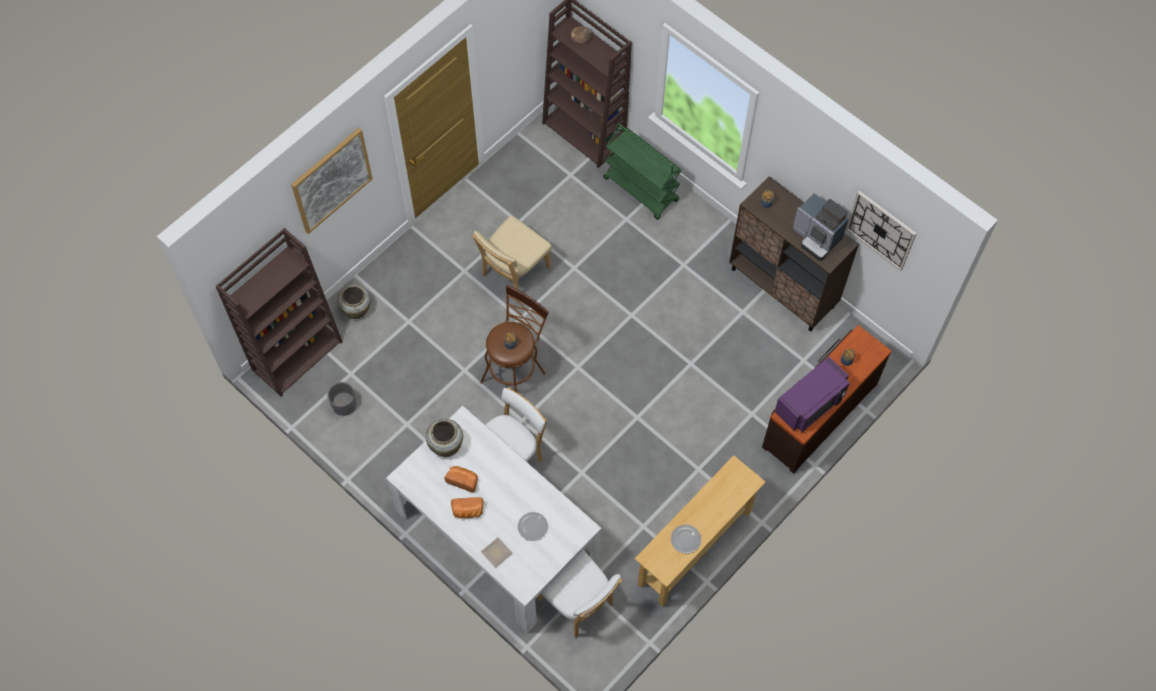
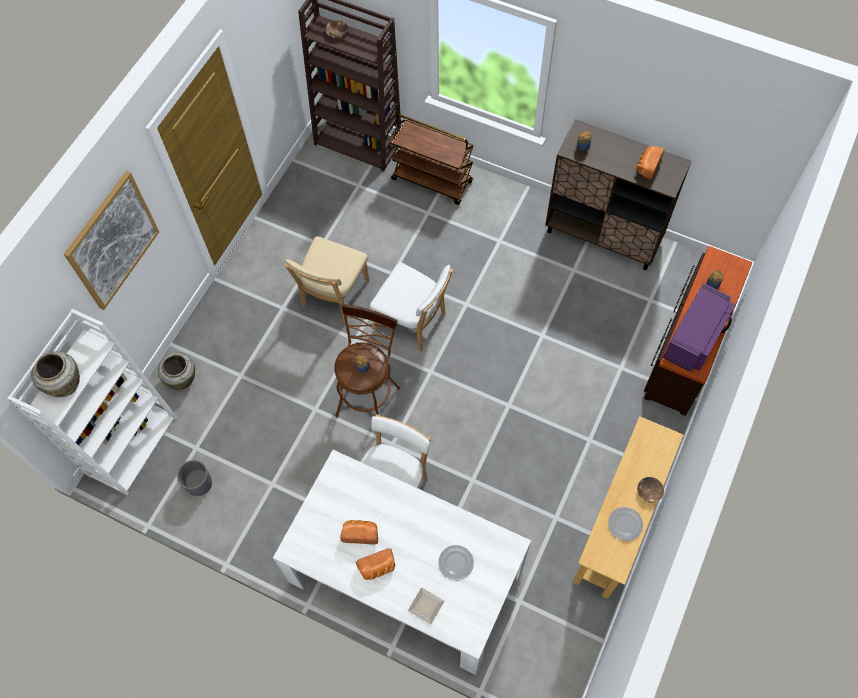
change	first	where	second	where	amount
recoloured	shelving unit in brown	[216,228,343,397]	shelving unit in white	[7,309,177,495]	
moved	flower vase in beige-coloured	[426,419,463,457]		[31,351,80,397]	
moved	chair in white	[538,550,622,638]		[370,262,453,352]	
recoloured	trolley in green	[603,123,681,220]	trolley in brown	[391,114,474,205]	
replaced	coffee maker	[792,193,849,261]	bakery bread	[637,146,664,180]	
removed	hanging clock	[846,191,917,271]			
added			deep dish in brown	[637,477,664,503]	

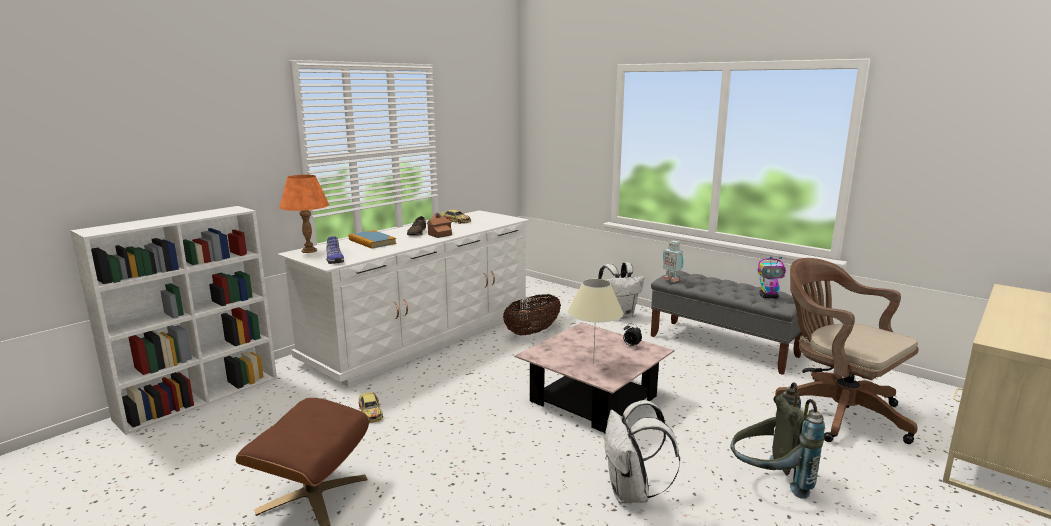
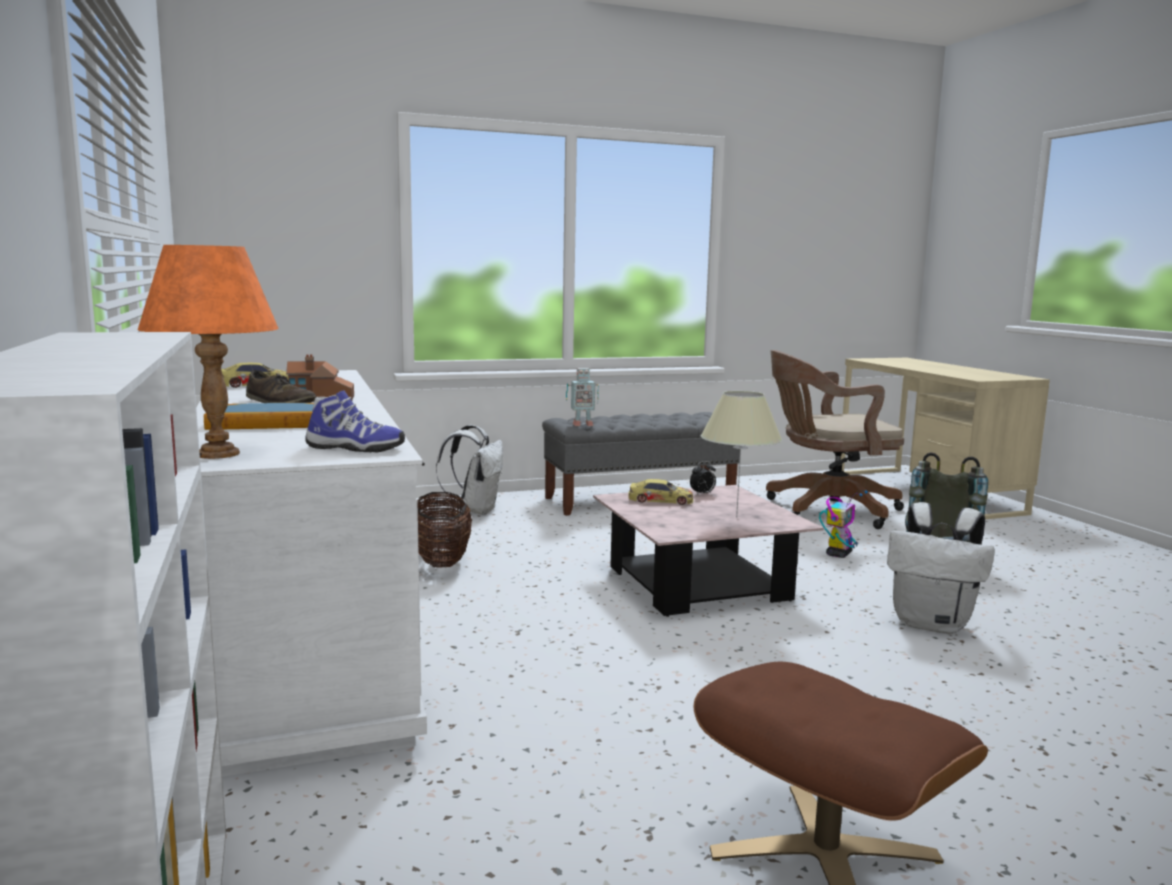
change	first	where	second	where	amount
moved	toy car	[359,392,383,423]		[628,479,694,505]	
moved	toy robot	[758,256,786,298]		[819,490,868,558]	

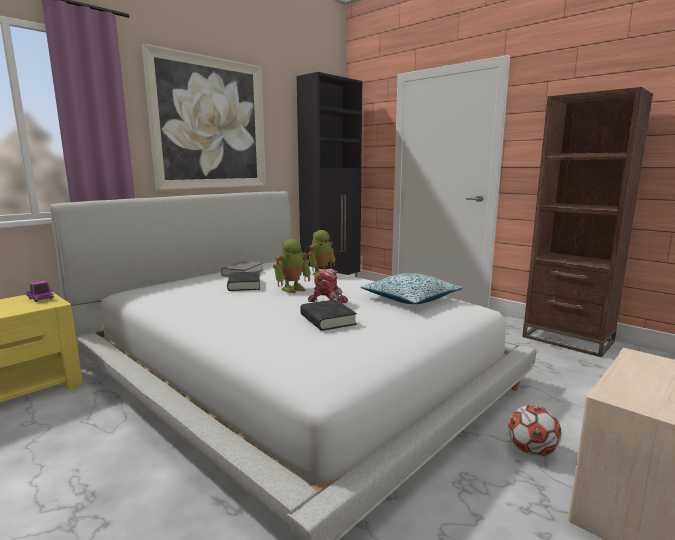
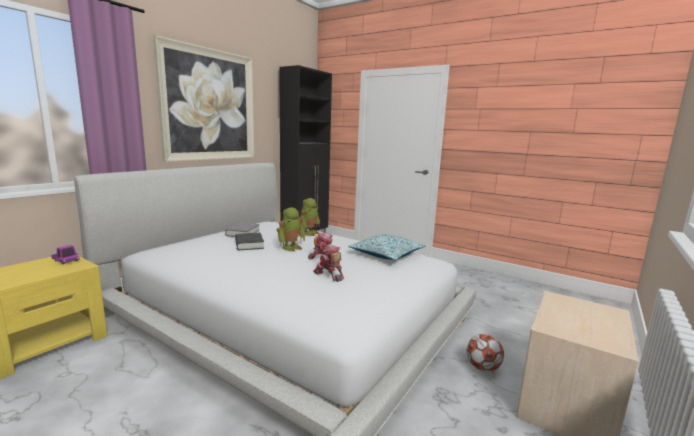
change	first	where	second	where	amount
replaced	book in blackish	[300,299,357,331]	toy robot	[313,244,344,282]	
removed	shelving unit in brown	[522,87,653,357]			

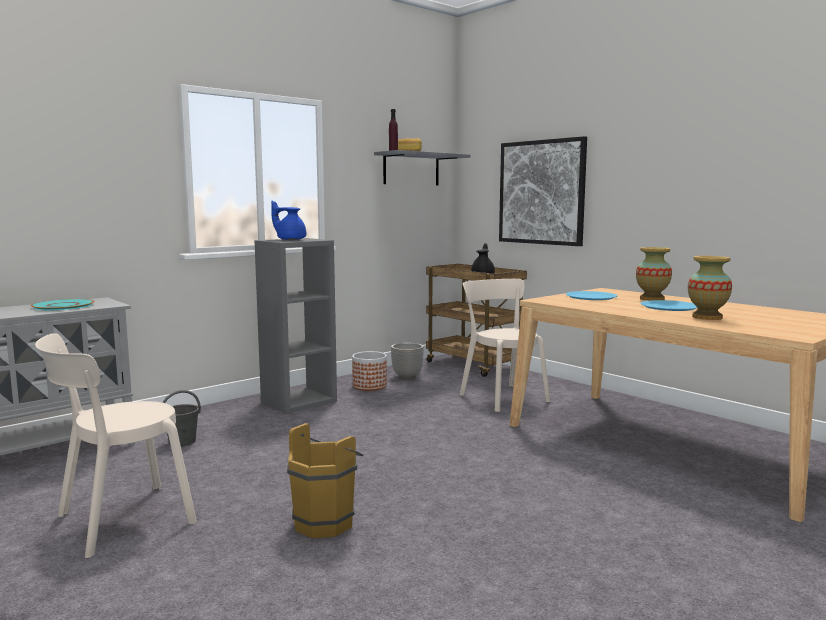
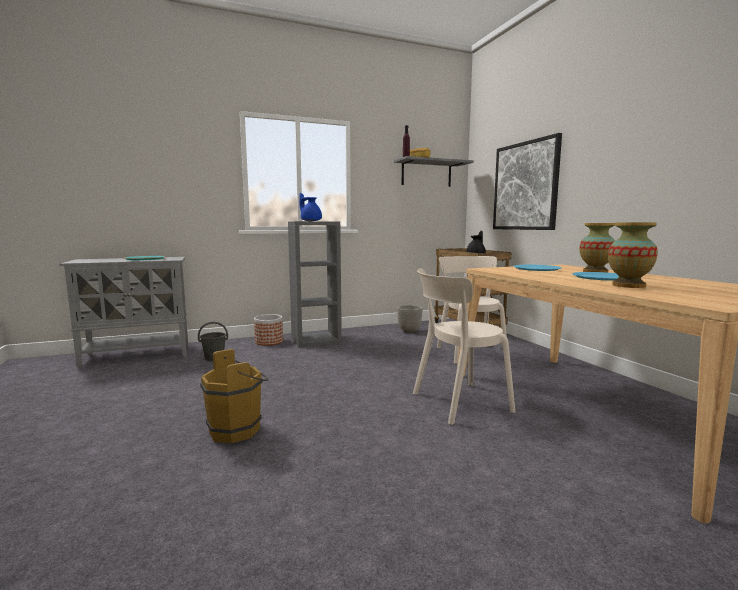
change	first	where	second	where	amount
moved	chair in beige-coloured	[35,333,197,558]		[413,269,516,425]	
moved	flower pot	[352,351,387,391]		[254,314,283,346]	

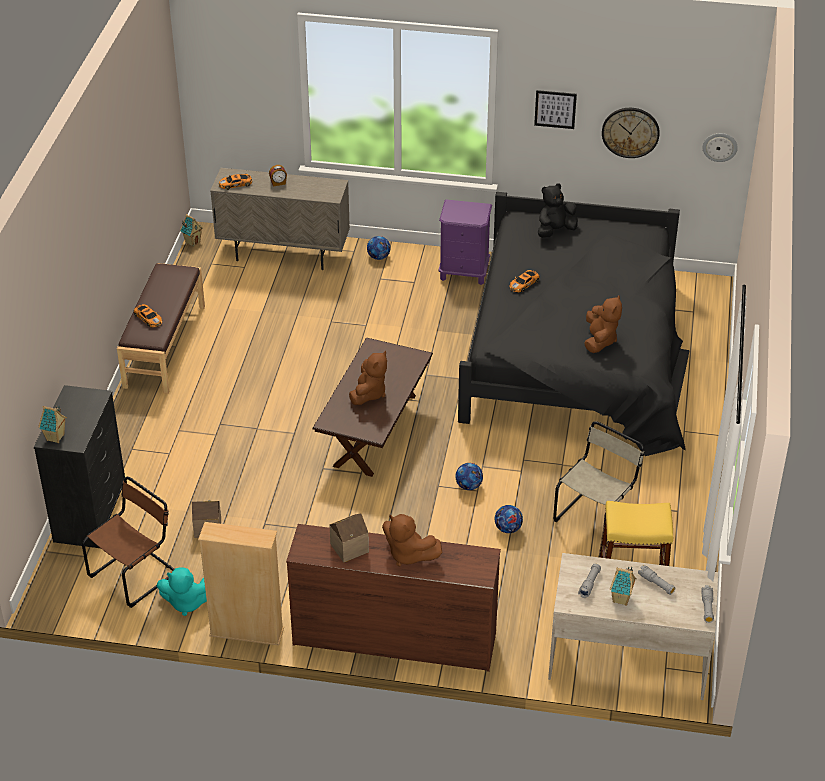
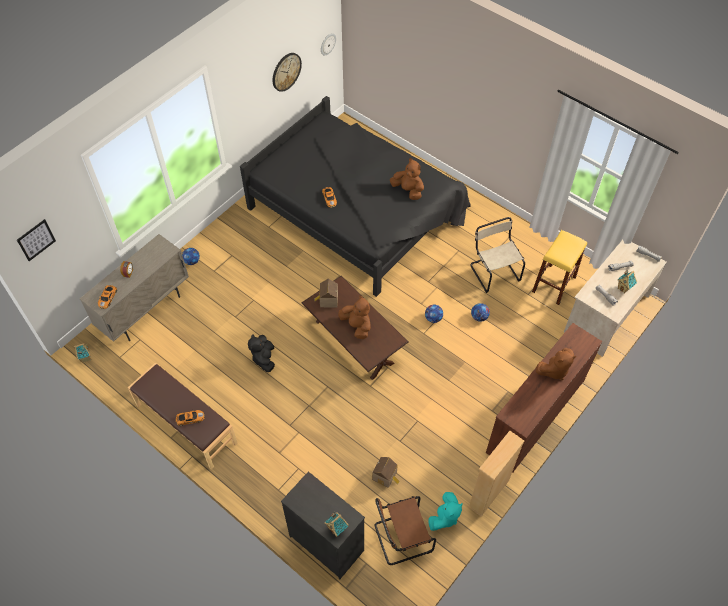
change	first	where	second	where	amount
turned	chair in brown	[82,477,174,608]		[375,496,436,565]	90 degrees counterclockwise
moved	miniature house	[329,513,369,563]		[315,278,338,308]	
removed	nightstand in purple	[438,200,492,285]			
moved	wall picture	[534,90,577,129]		[17,219,56,261]	
moved	soft toy in blackish	[538,183,578,238]		[248,334,275,372]	

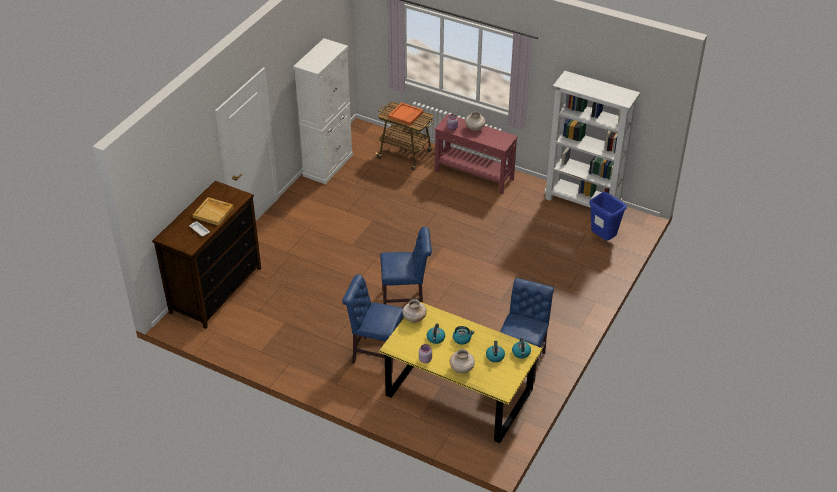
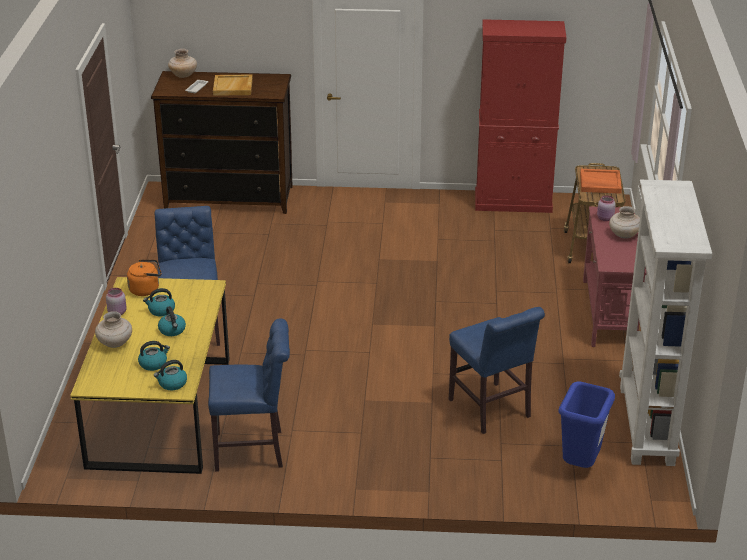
change	first	where	second	where	amount
recoloured	cabinet in white	[293,39,353,184]	cabinet in reddish	[475,19,566,213]	
moved	chair in bluish	[380,227,432,304]		[449,307,545,434]	
moved	flower vase in beige-coloured	[403,299,427,323]		[168,49,197,78]	
added			tea kettle in orange	[127,259,162,296]	

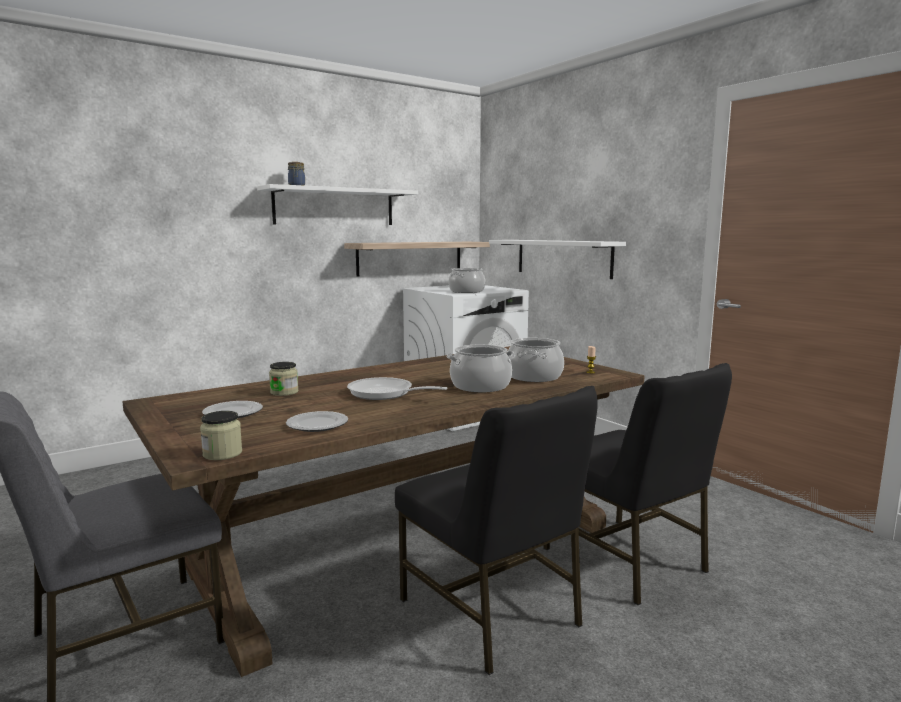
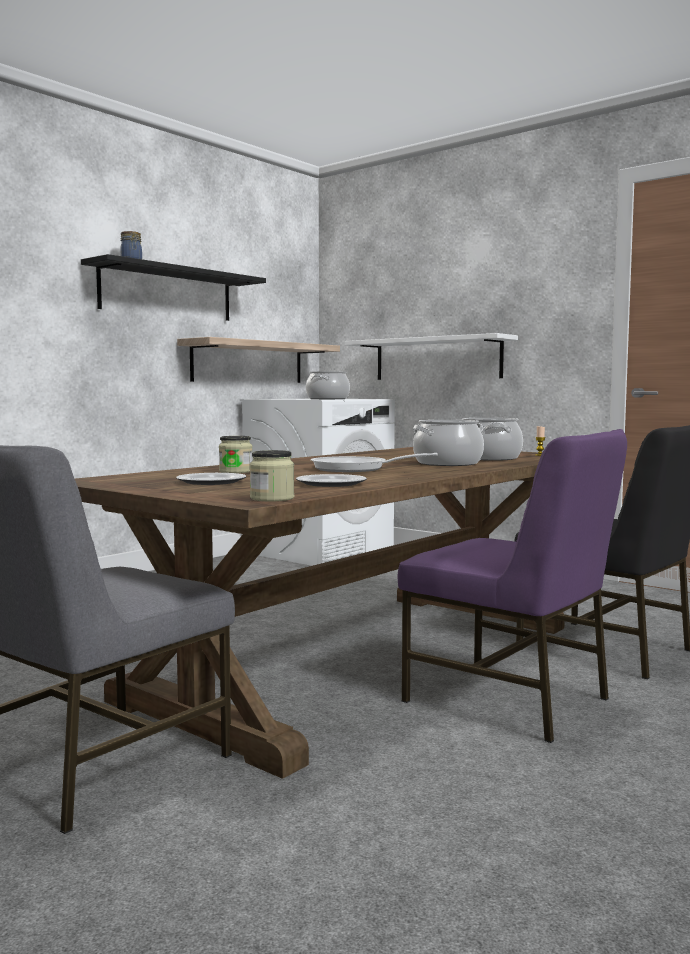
change	first	where	second	where	amount
recoloured	bracket shelf in white	[257,184,418,225]	bracket shelf in blackish	[81,254,266,321]	
recoloured	chair in blackish	[395,386,598,675]	chair in purple	[398,429,627,743]	

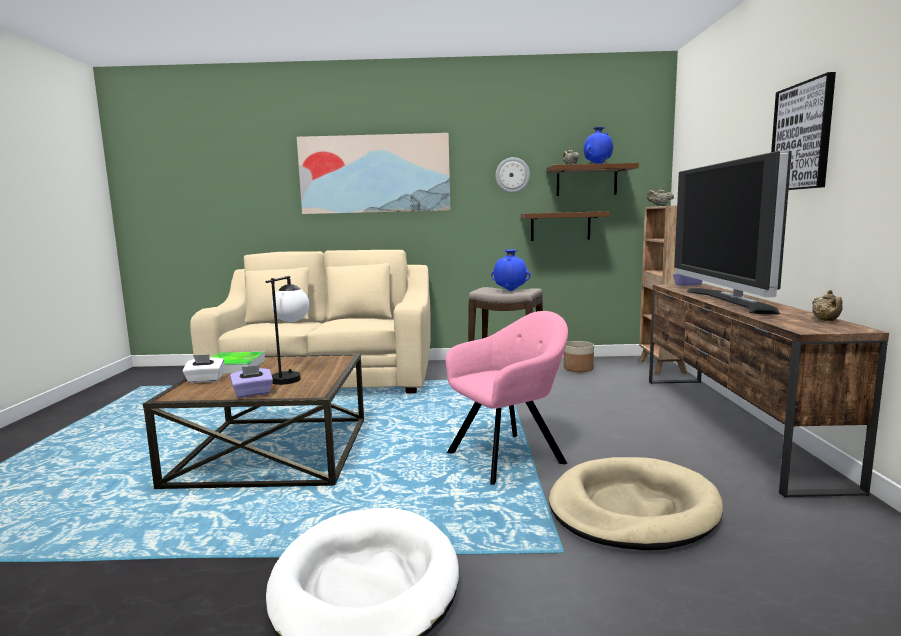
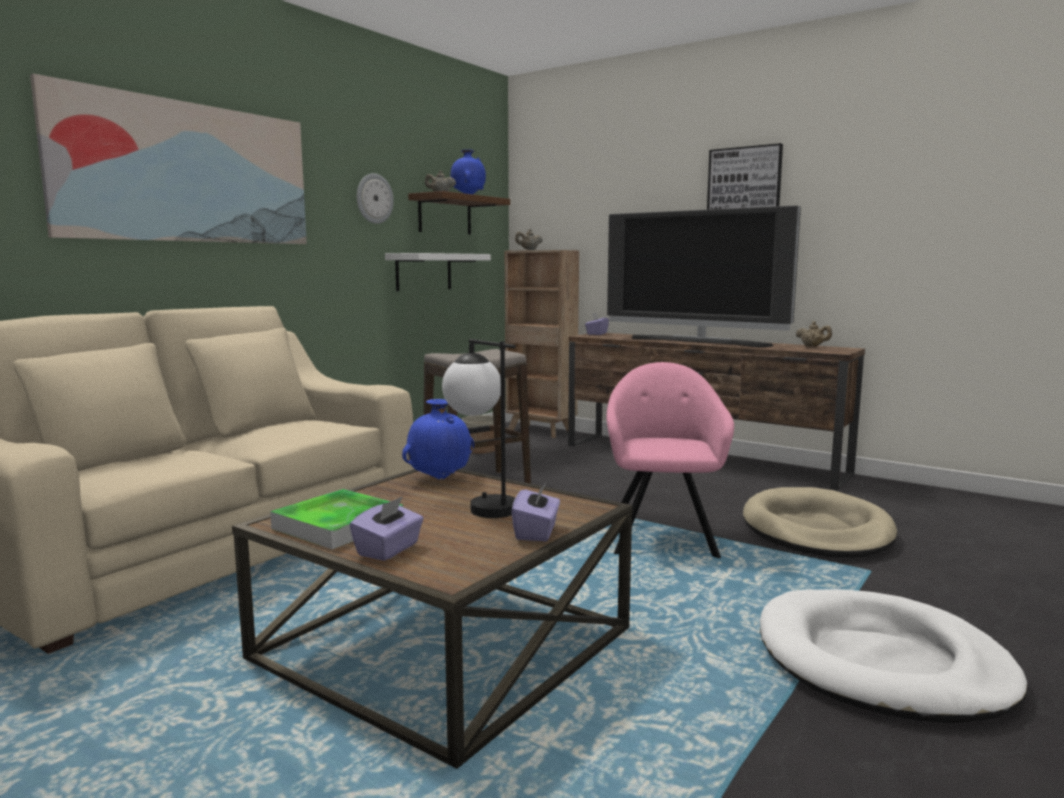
change	first	where	second	where	amount
recoloured	tissue box in white	[183,355,224,383]	tissue box in purple	[350,496,424,561]	
moved	flower vase in bluish	[491,249,531,291]		[402,399,474,479]	
recoloured	bracket shelf in brown	[521,211,610,241]	bracket shelf in white	[385,253,491,291]	

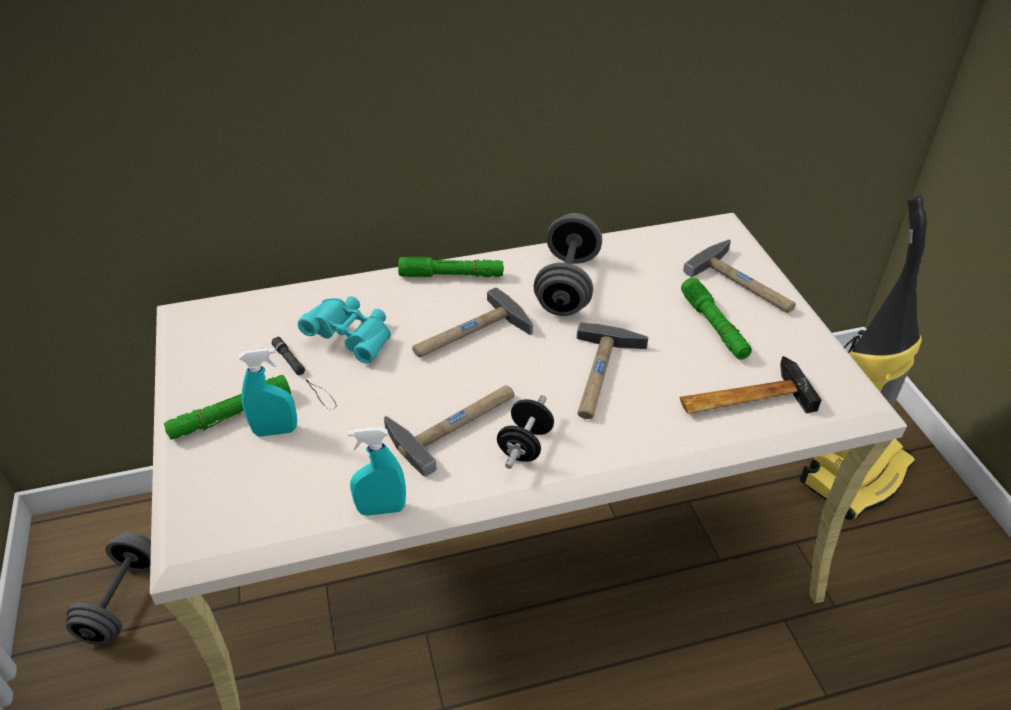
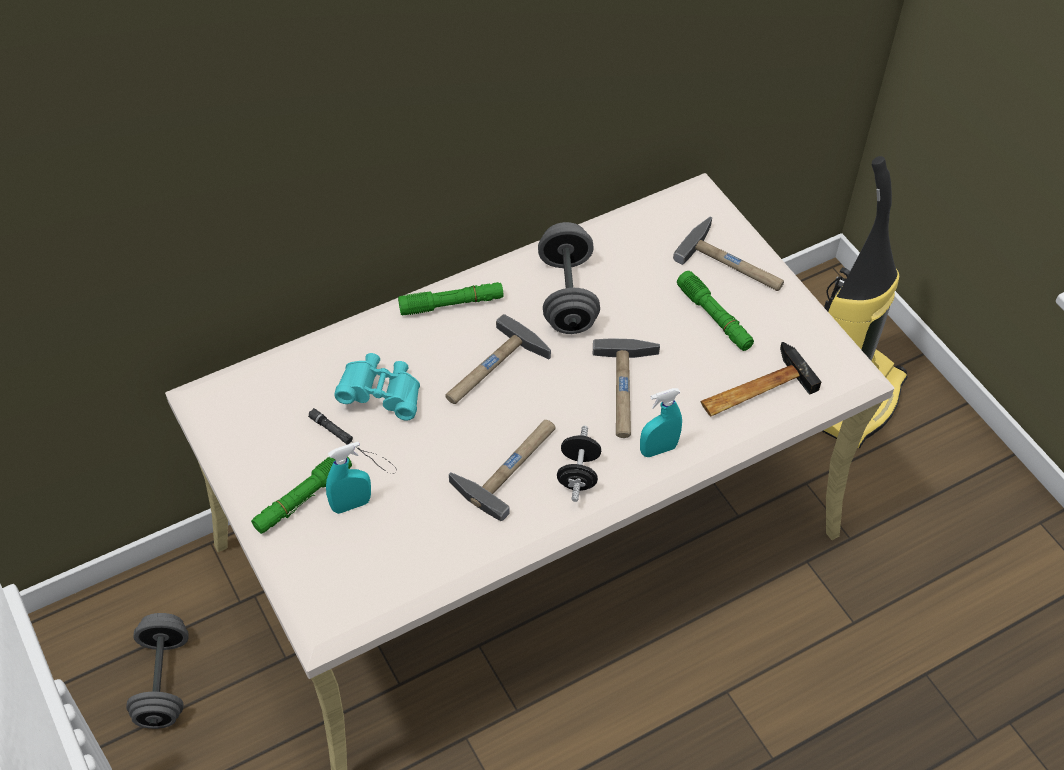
change	first	where	second	where	amount
moved	hand sprayer in turquoise	[348,427,406,516]		[640,388,682,457]	

